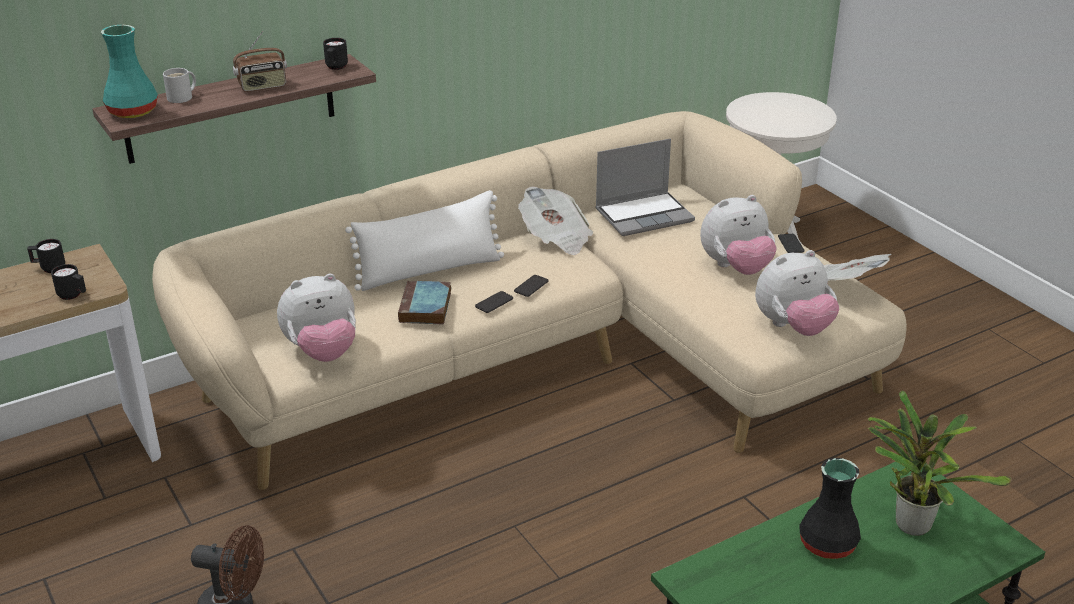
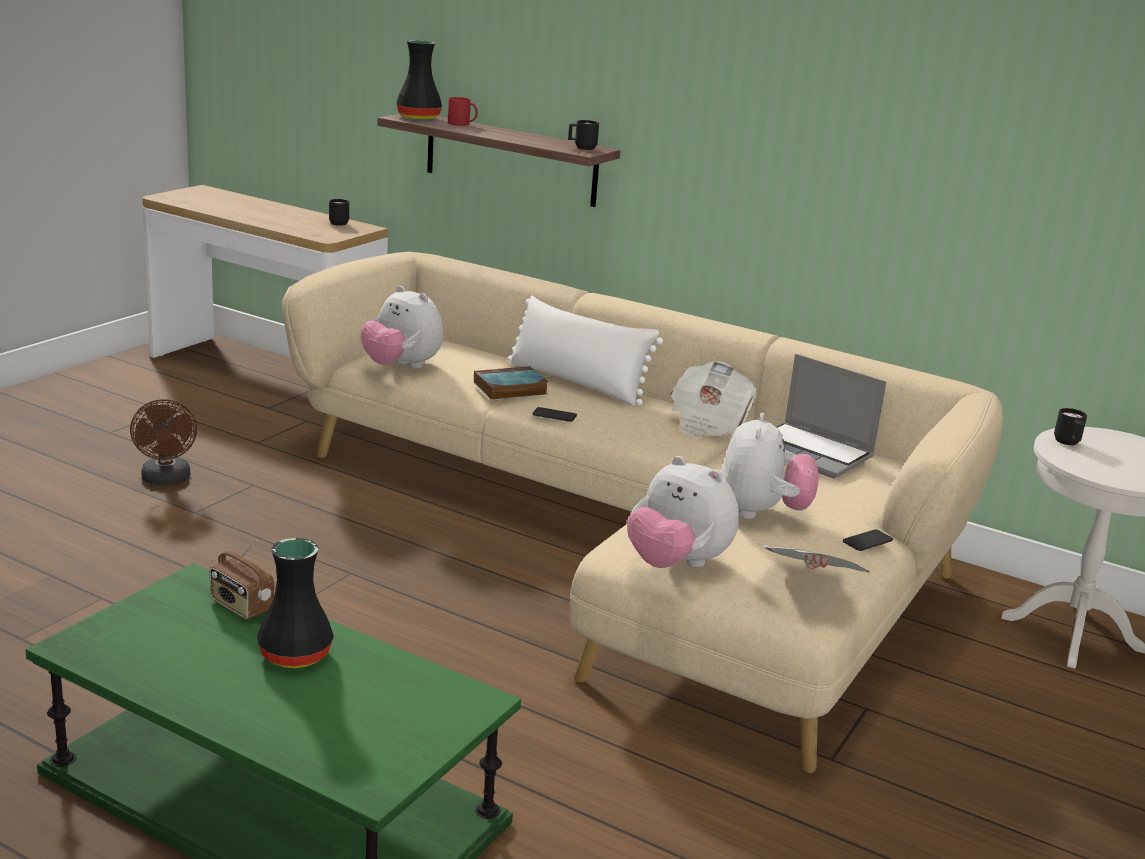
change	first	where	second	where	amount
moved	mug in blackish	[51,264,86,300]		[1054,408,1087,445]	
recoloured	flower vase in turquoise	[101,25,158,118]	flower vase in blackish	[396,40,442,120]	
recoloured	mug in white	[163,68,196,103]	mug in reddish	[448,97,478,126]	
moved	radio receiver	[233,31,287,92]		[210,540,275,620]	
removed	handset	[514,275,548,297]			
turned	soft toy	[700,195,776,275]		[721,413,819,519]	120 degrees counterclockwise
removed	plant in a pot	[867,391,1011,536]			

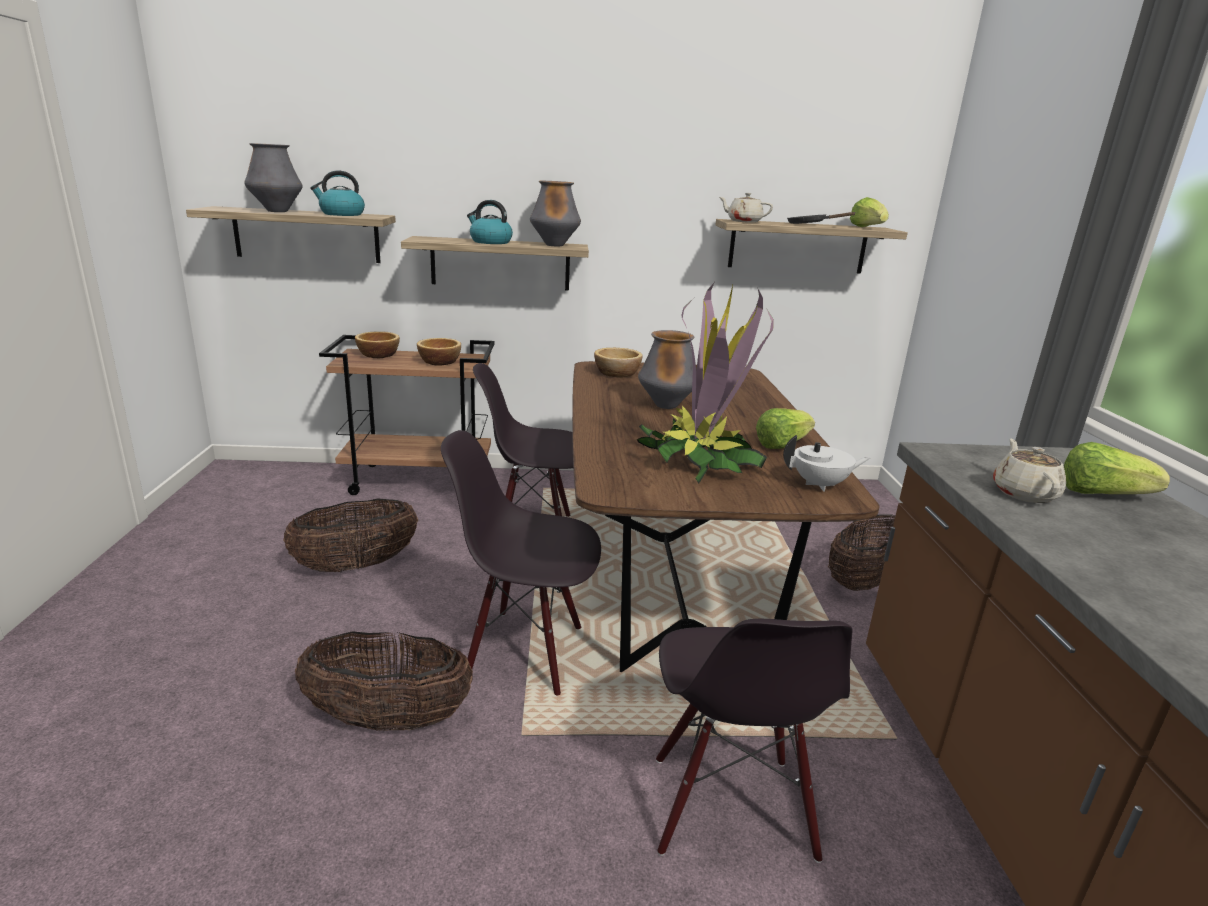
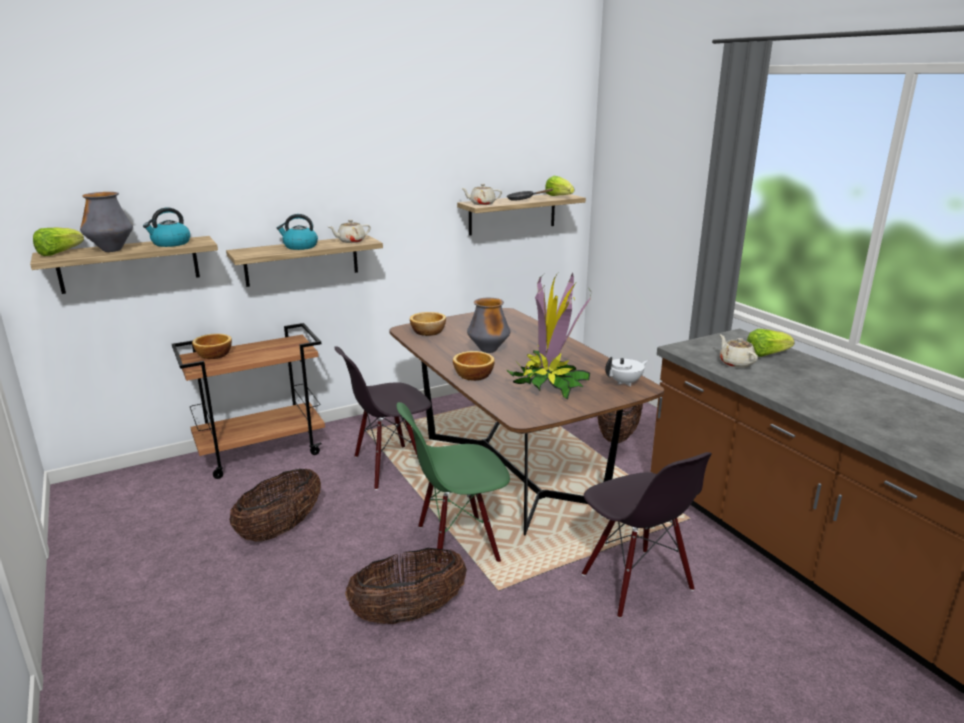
change	first	where	second	where	amount
moved	deep dish	[417,338,461,366]		[453,351,495,381]	
recoloured	chair in blackish	[441,430,601,695]	chair in green	[397,402,510,576]	
replaced	flower vase	[530,181,581,246]	tea pot in beige-coloured	[329,220,371,243]	
moved	lettuce head	[756,408,815,449]		[33,227,84,256]	

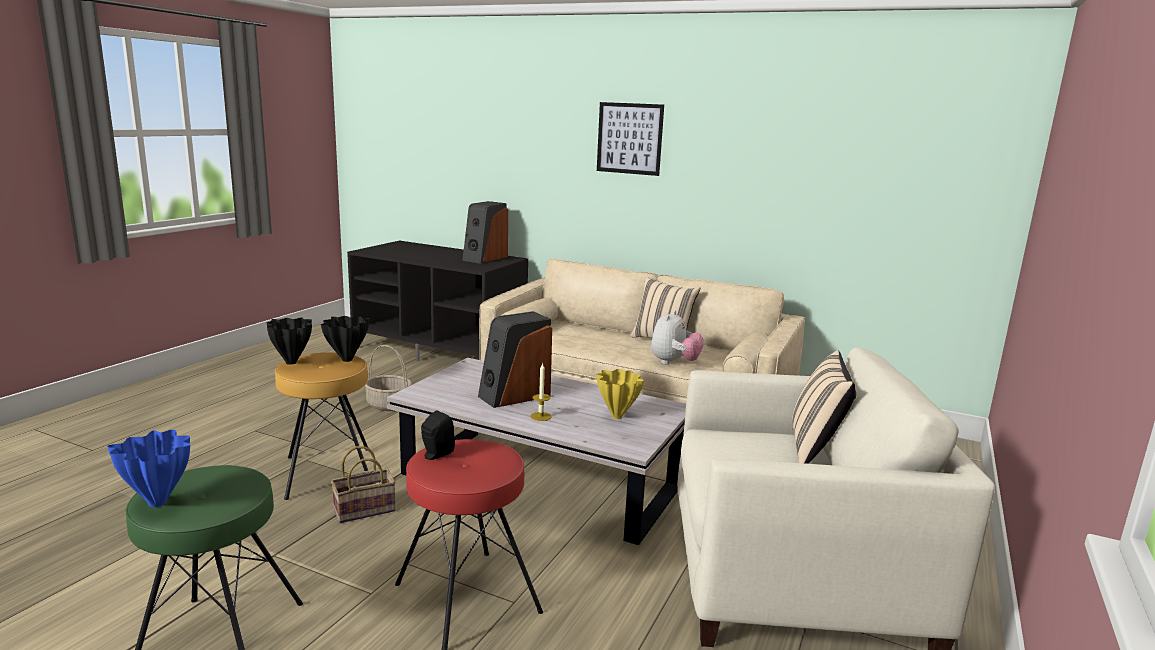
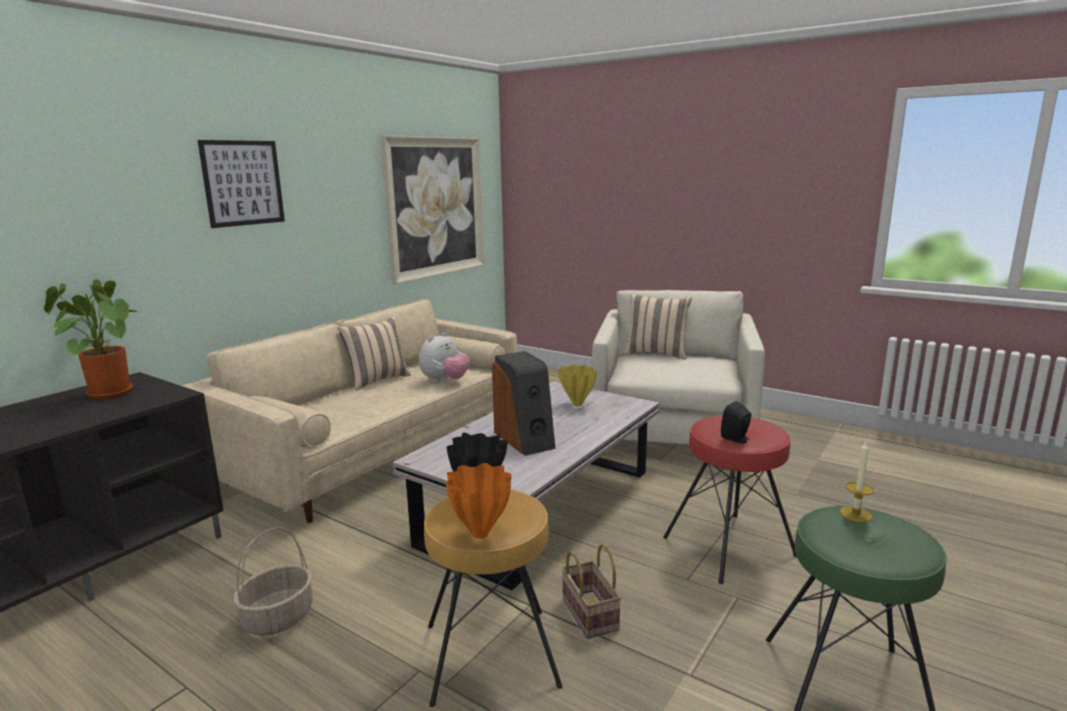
change	first	where	second	where	amount
removed	flower vase in bluish	[107,430,190,507]			
recoloured	flower vase in blackish	[267,317,312,365]	flower vase in orange	[446,463,511,539]	
replaced	loudspeaker	[462,201,508,264]	plant in a pot	[44,279,138,399]	
moved	wax candle	[530,362,551,421]		[840,440,874,522]	
turned	soft toy	[651,310,704,365]		[419,332,470,383]	90 degrees clockwise
added			wall picture	[380,135,485,284]	

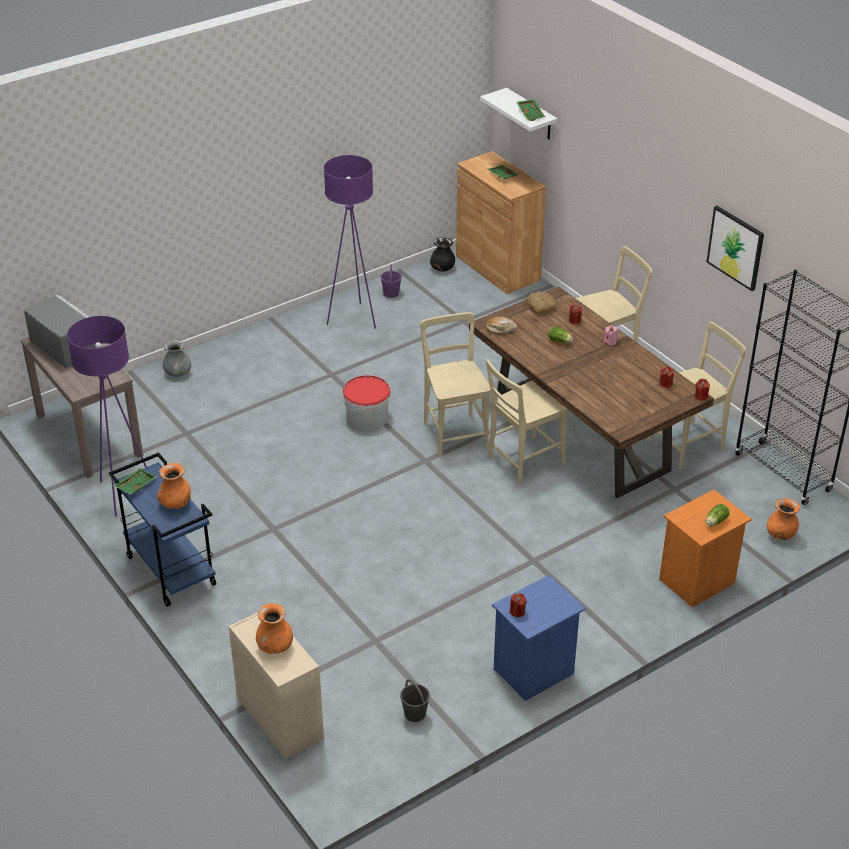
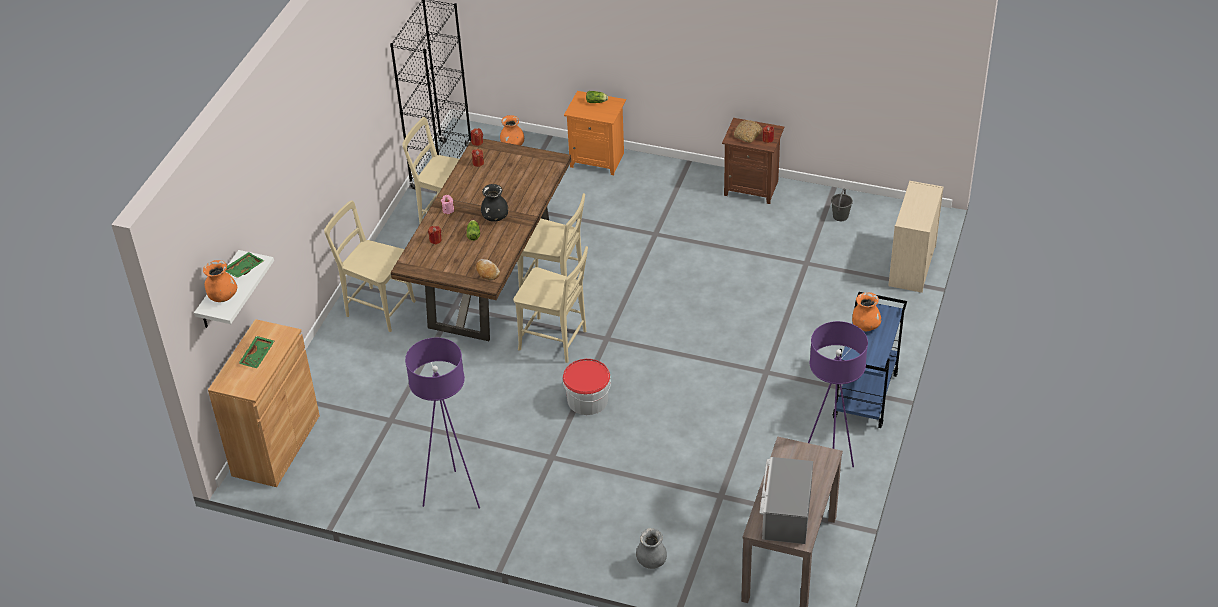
change	first	where	second	where	amount
removed	carrying tray in green	[113,468,157,494]			
moved	flower vase in orange	[256,603,293,654]		[203,260,237,302]	
removed	bucket in purple	[380,264,402,298]			
turned	chair in beige-coloured	[420,312,491,457]		[513,246,588,363]	105 degrees counterclockwise
moved	flower vase in blackish	[430,237,455,271]		[481,184,508,222]	
recoloured	nightstand in bluish	[492,575,586,701]	nightstand in brown	[722,118,784,204]	
moved	bakery bread	[526,291,557,314]		[734,120,762,143]	
removed	wall picture	[707,206,764,291]			

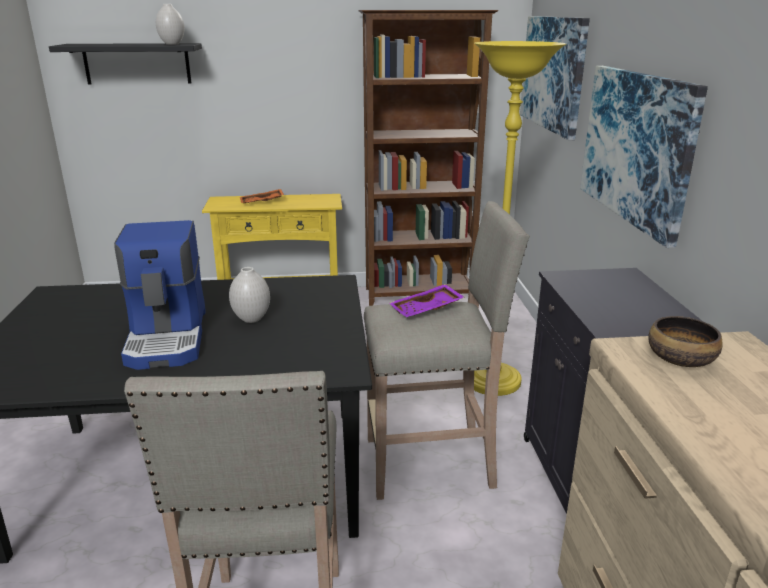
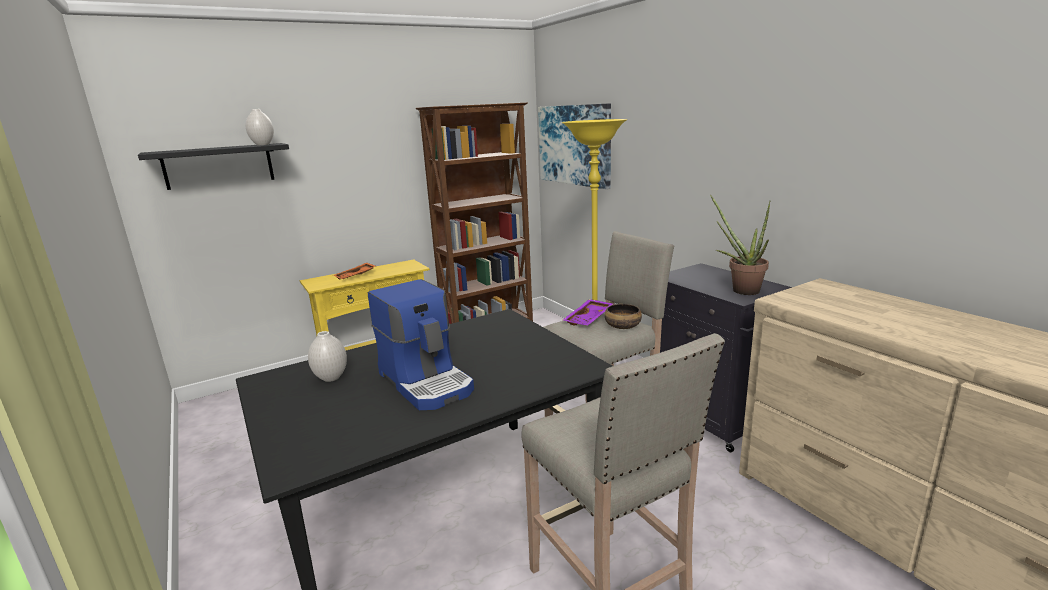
change	first	where	second	where	amount
moved	flower vase in white	[229,267,270,323]		[308,331,347,382]	
removed	wall picture	[580,66,708,248]			
moved	deep dish	[648,316,723,367]		[605,304,642,329]	
added			plant in a pot	[710,195,770,295]	

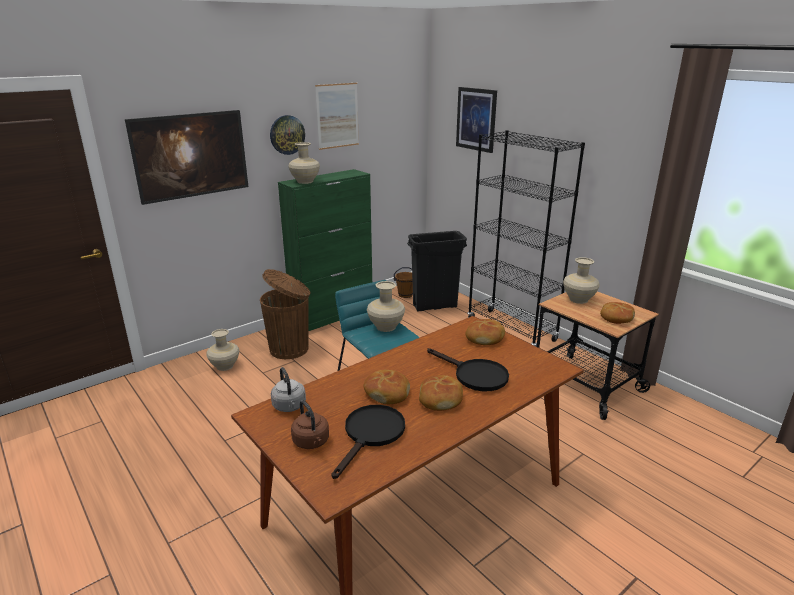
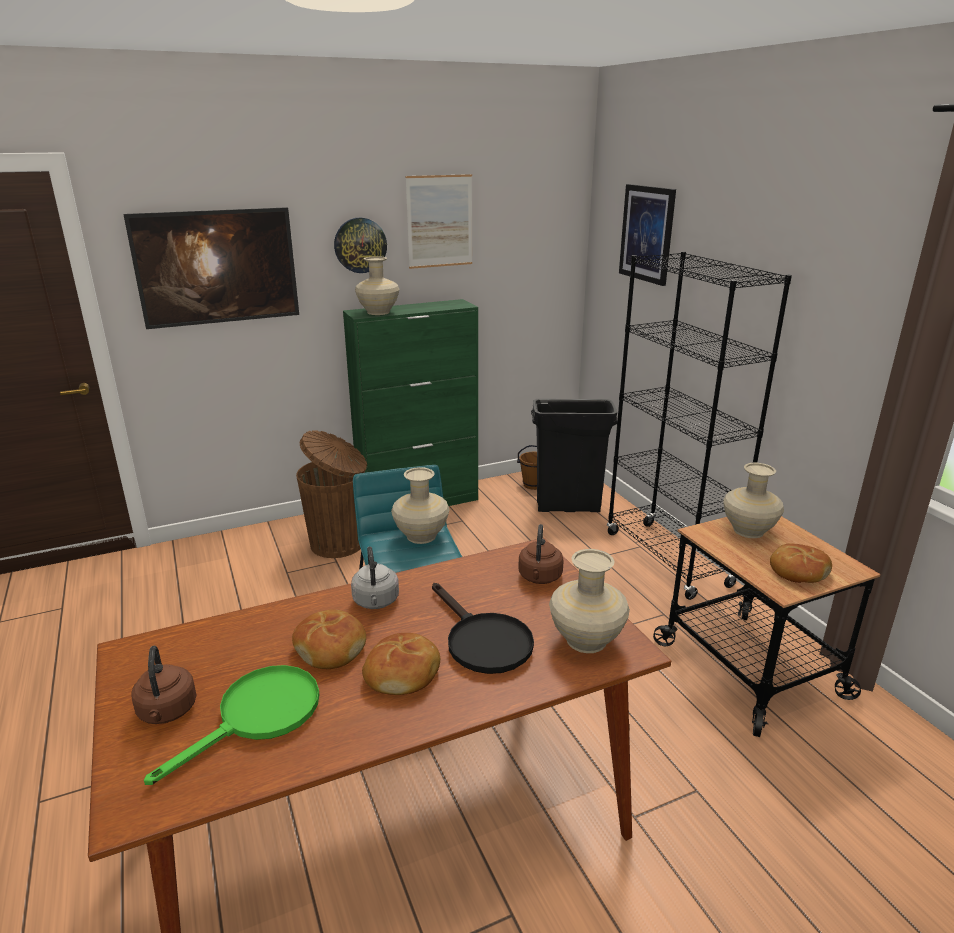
change	first	where	second	where	amount
moved	flower vase in beige-coloured	[206,329,239,371]		[549,549,630,653]	
moved	tea kettle in grey	[271,367,306,412]		[351,546,399,609]	
recoloured	frying pan in blackish	[331,405,405,479]	frying pan in green	[144,665,320,785]	
replaced	bakery bread	[465,319,505,345]	tea kettle in brown	[518,524,564,584]	

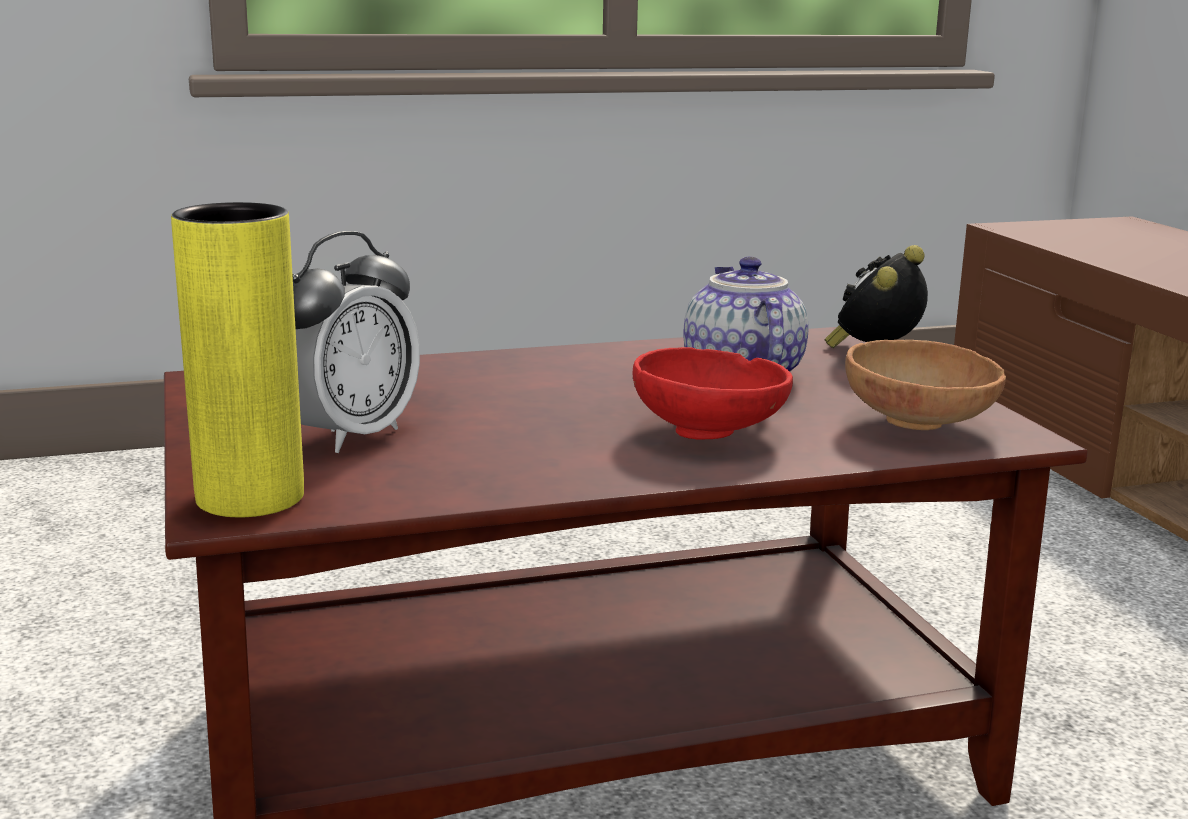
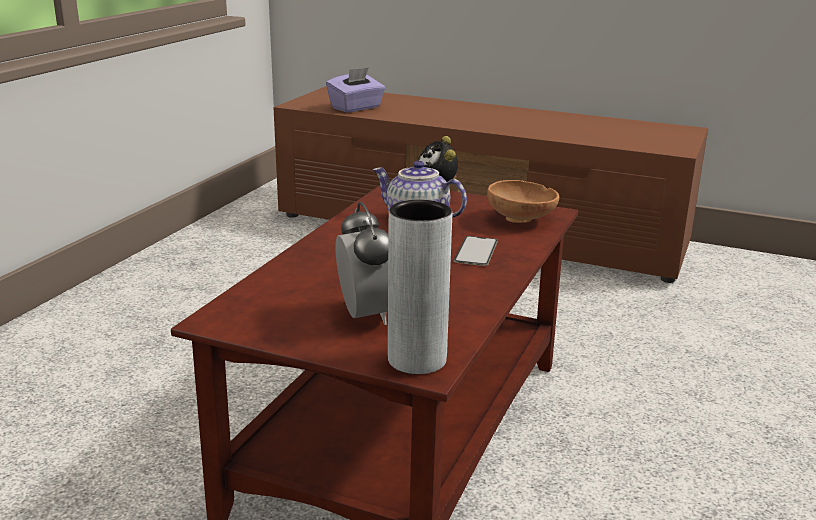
change	first	where	second	where	amount
recoloured	flower vase in yellowish	[171,202,304,518]	flower vase in grey	[388,200,452,374]	
replaced	deep dish in reddish	[633,347,793,440]	handset	[454,236,498,266]	
added			tissue box in purple	[326,67,385,112]	

